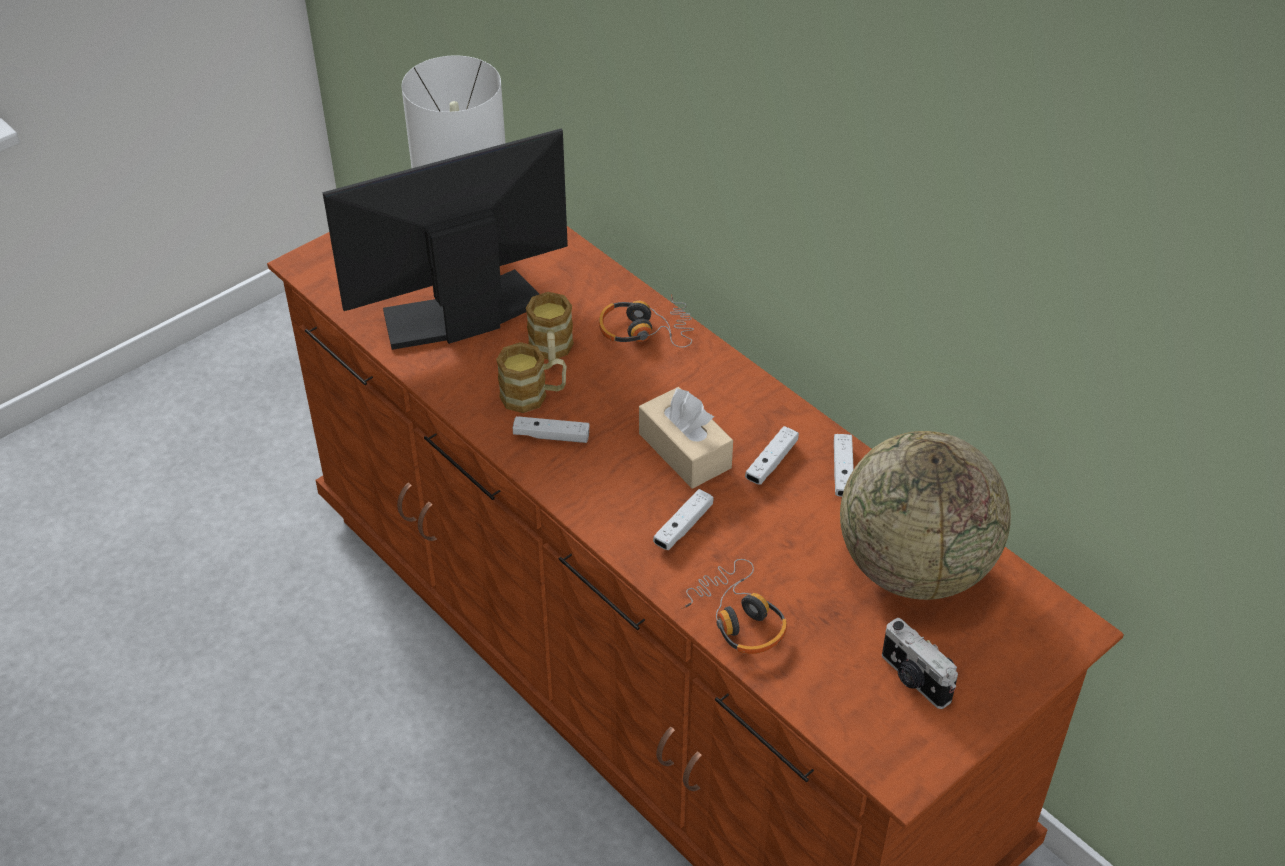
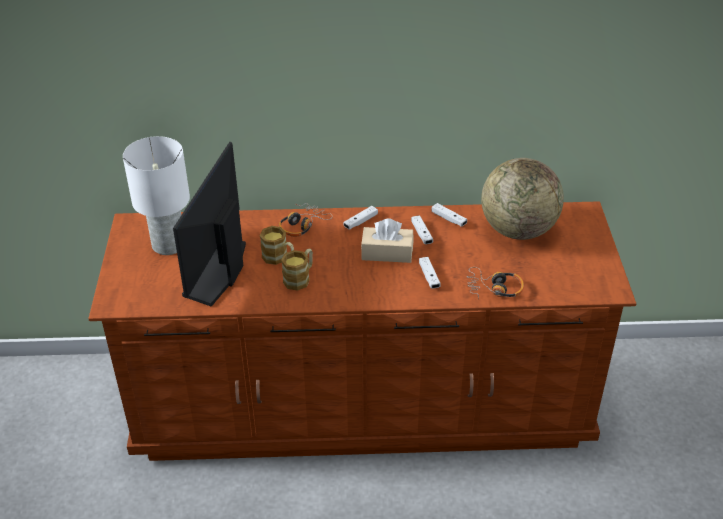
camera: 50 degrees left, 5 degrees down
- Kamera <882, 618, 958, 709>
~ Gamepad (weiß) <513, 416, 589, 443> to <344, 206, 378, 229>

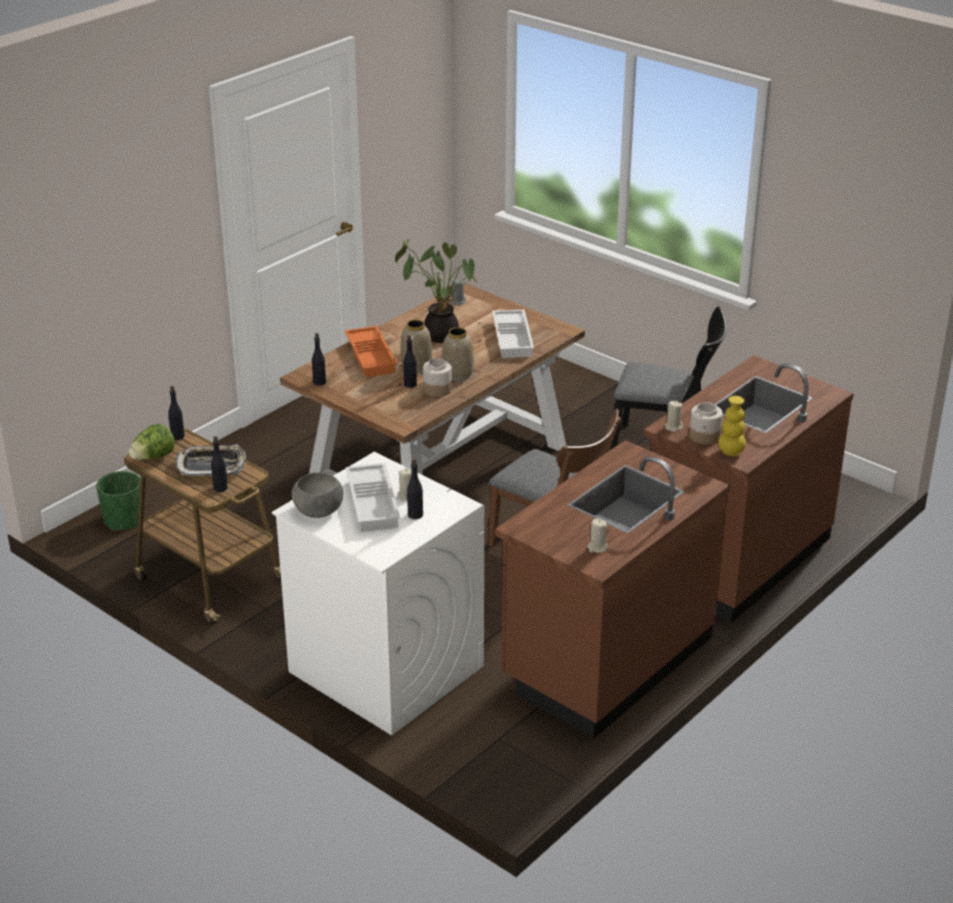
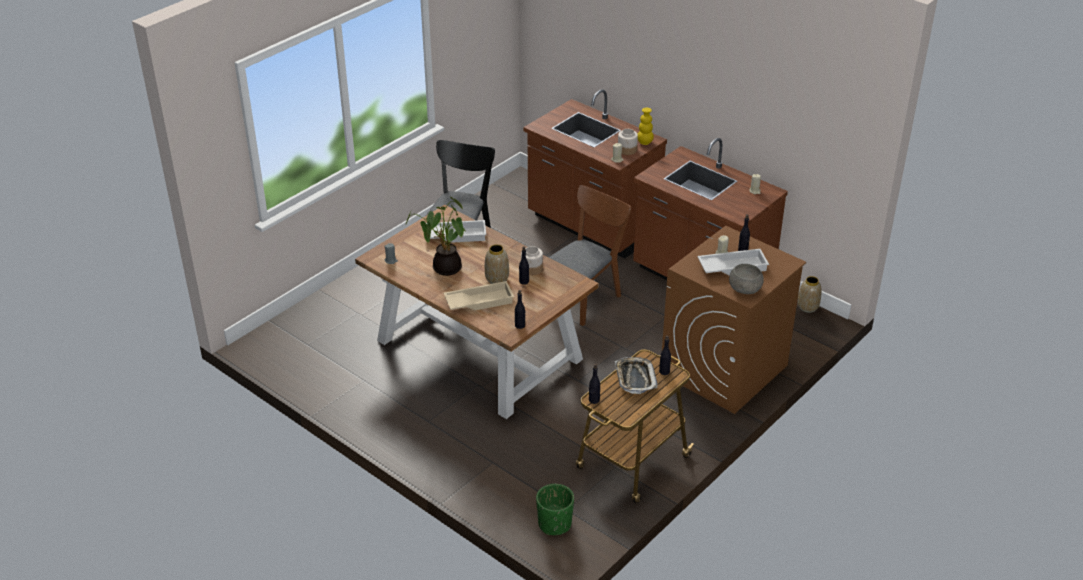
camera: 90 degrees left, 5 degrees up
- Salatkopf <128, 424, 175, 460>
~ Vase <442, 327, 474, 381> to <798, 276, 822, 313>
~ Waschmaschine (weiß) <272, 452, 484, 735> to Waschmaschine (braun) <662, 226, 806, 414>
~ Tablett (orange) <345, 326, 397, 377> to Tablett (beige) <444, 281, 514, 311>

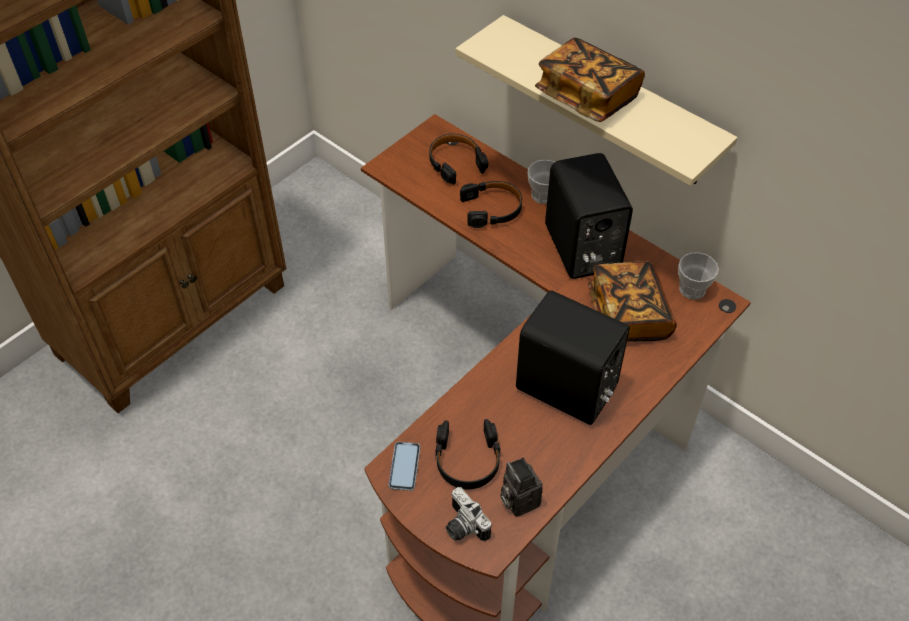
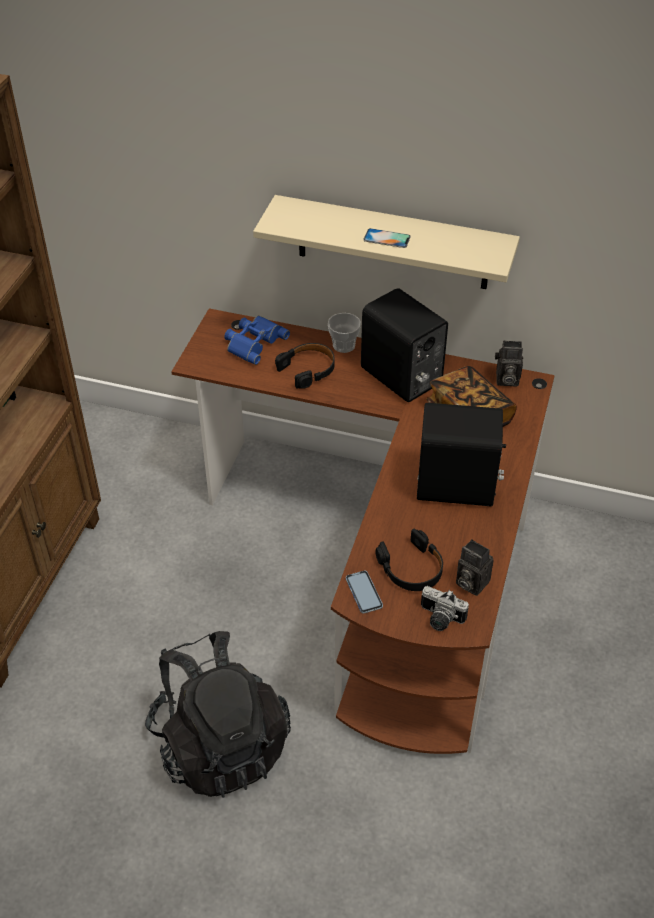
camera: 25 degrees left, 5 degrees down
+ Rucksack (schwarz) <145, 631, 291, 798>
~ Kopfhörer (schwarz) <429, 134, 488, 185> to Fernglas (blau) <224, 316, 290, 365>
~ Buch <535, 38, 645, 122> to Handy <363, 228, 411, 248>
~ Tasse <678, 252, 719, 300> to Kamera <495, 341, 523, 386>

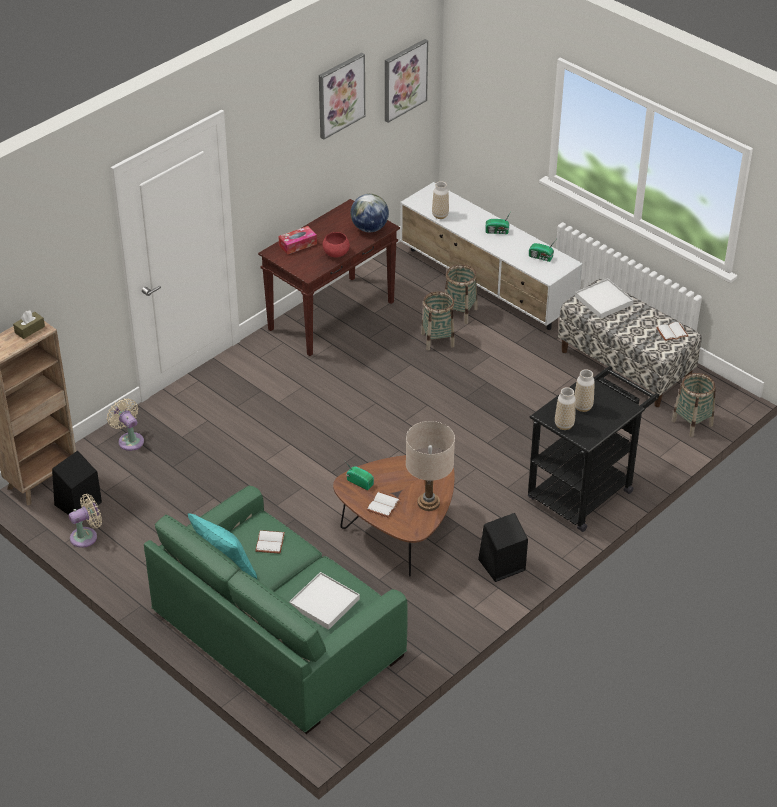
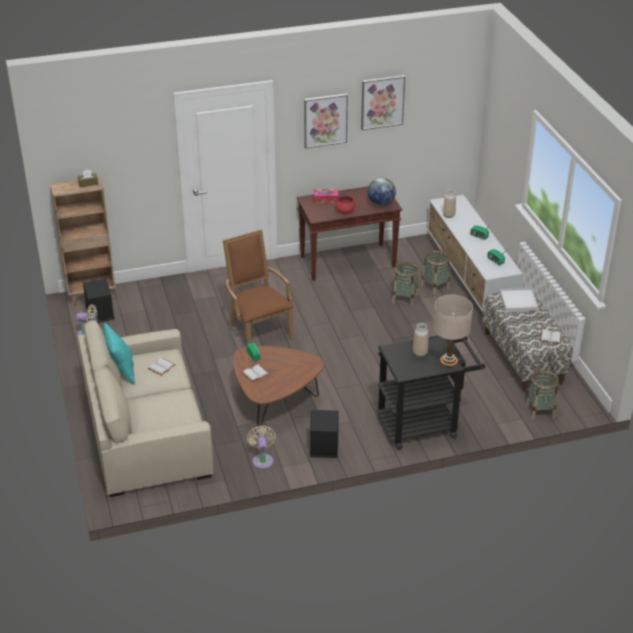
camera: 30 degrees right, 5 degrees down
- Tablett (weiß) <289, 572, 360, 630>
- Vase <555, 387, 576, 430>
+ Sessel (braun) <223, 230, 294, 344>
~ Ventilator (beige) <107, 398, 144, 451> to <247, 425, 276, 469>
~ Bild <385, 39, 428, 123> to <304, 93, 348, 149>
~ Tischlampe (beige) <406, 421, 455, 511> to <433, 294, 473, 368>
~ Sofa (grün) <144, 485, 407, 734> to Sofa (beige) <78, 320, 214, 497>

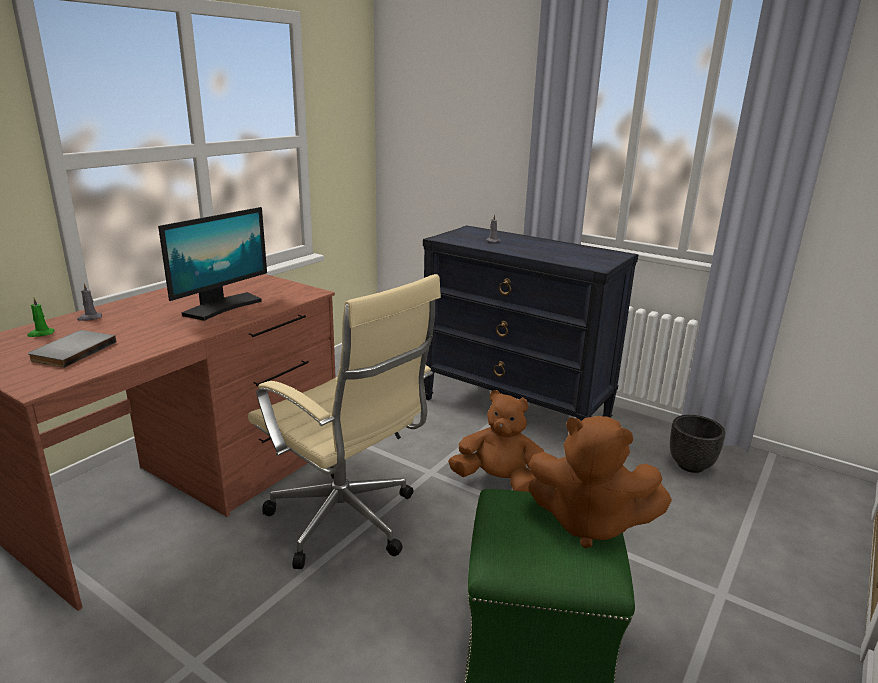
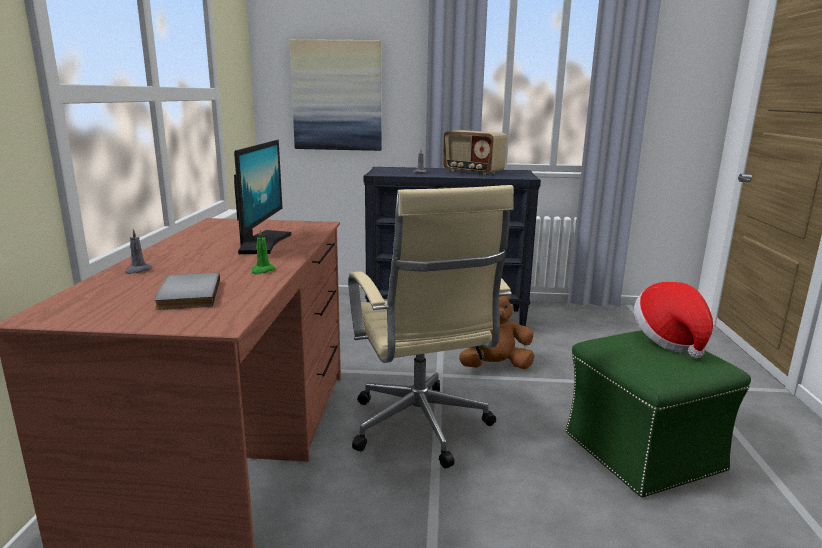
camera: 30 degrees left, 5 degrees down
- Pflanzkübel (schwarz) <670, 415, 725, 473>
+ Bild <290, 39, 382, 151>
+ Radio <443, 130, 507, 175>
~ Kerze (grün) <27, 298, 54, 337> to <251, 229, 276, 274>
~ Plüschtier (braun) <528, 416, 672, 548> to Hut <634, 282, 713, 358>
~ Bürostuhl (beige) <248, 274, 441, 569> = <348, 185, 514, 468> 60 degrees clockwise

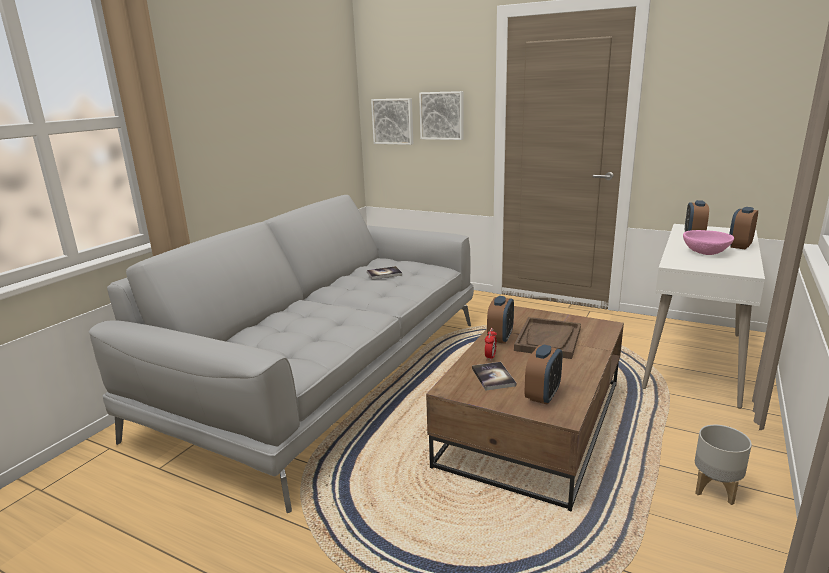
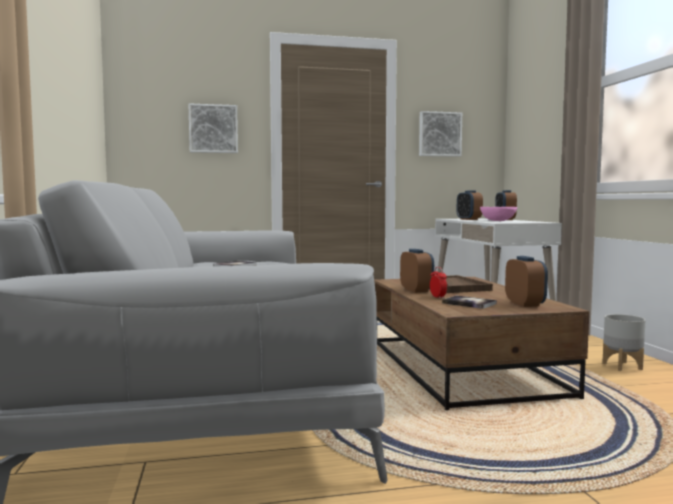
camera: 40 degrees left, 15 degrees down
~ Bild <371, 98, 413, 145> to <419, 111, 462, 157>

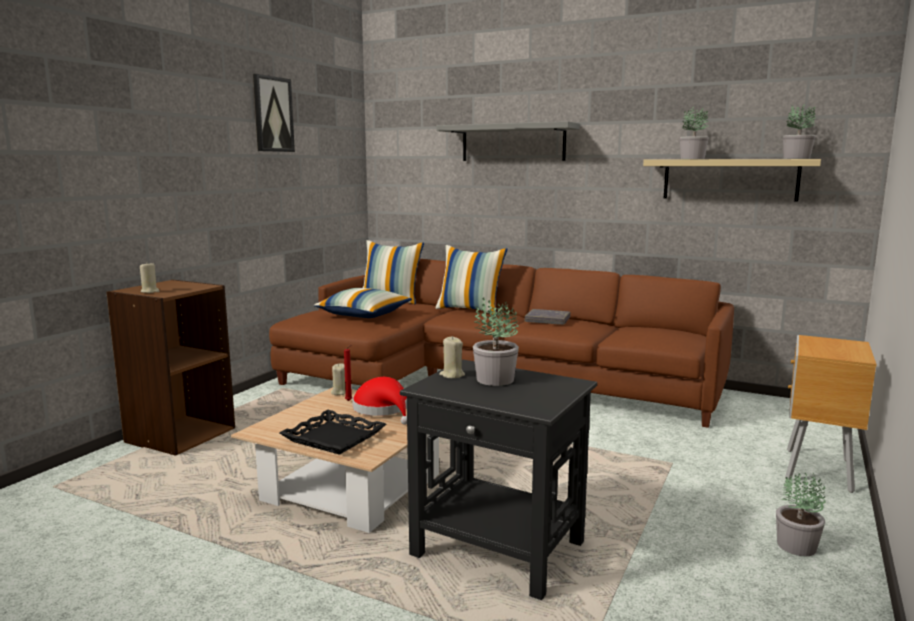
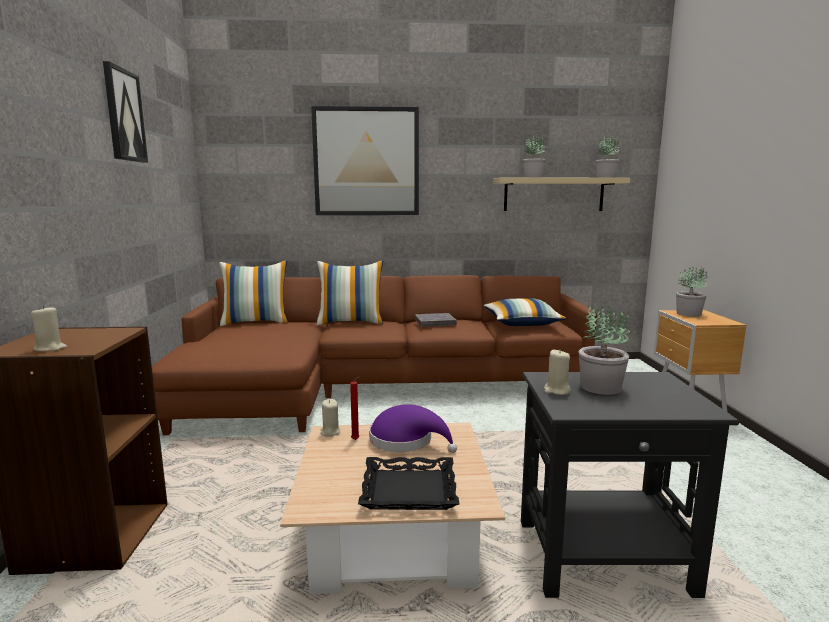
camera: 30 degrees left, 0 degrees up
~ Kissen <314, 288, 412, 318> to <484, 298, 567, 326>
~ Topfpflanze <776, 473, 826, 556> to <676, 267, 708, 317>
~ Wandregal (grau) <436, 121, 580, 161> to Bild <311, 106, 419, 215>
~ Hut (rot) <352, 377, 407, 425> to Hut (lila) <369, 404, 457, 453>

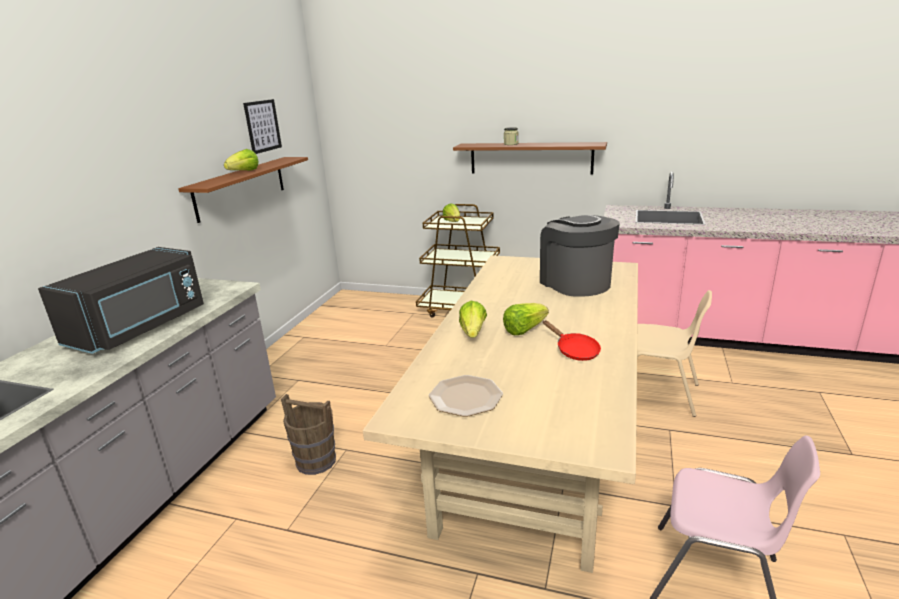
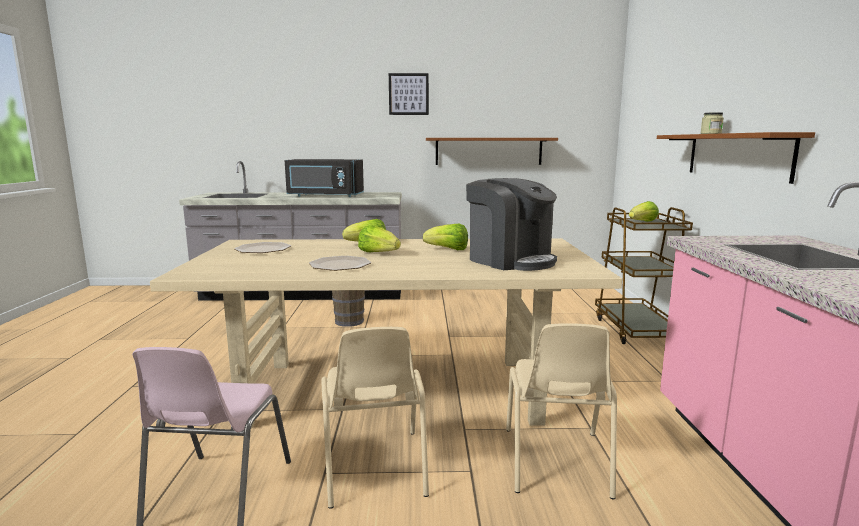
camera: 70 degrees right, 10 degrees down
+ Stuhl (beige) <321, 327, 429, 509>
~ Salatkopf <224, 149, 259, 171> to <423, 224, 468, 250>
~ Bild <243, 99, 282, 154> to <389, 73, 429, 115>
~ Pfanne (rot) <543, 320, 601, 361> to Teller <309, 256, 371, 271>
~ Kaffeemaschine <540, 215, 620, 297> = <466, 178, 557, 271> 90 degrees clockwise

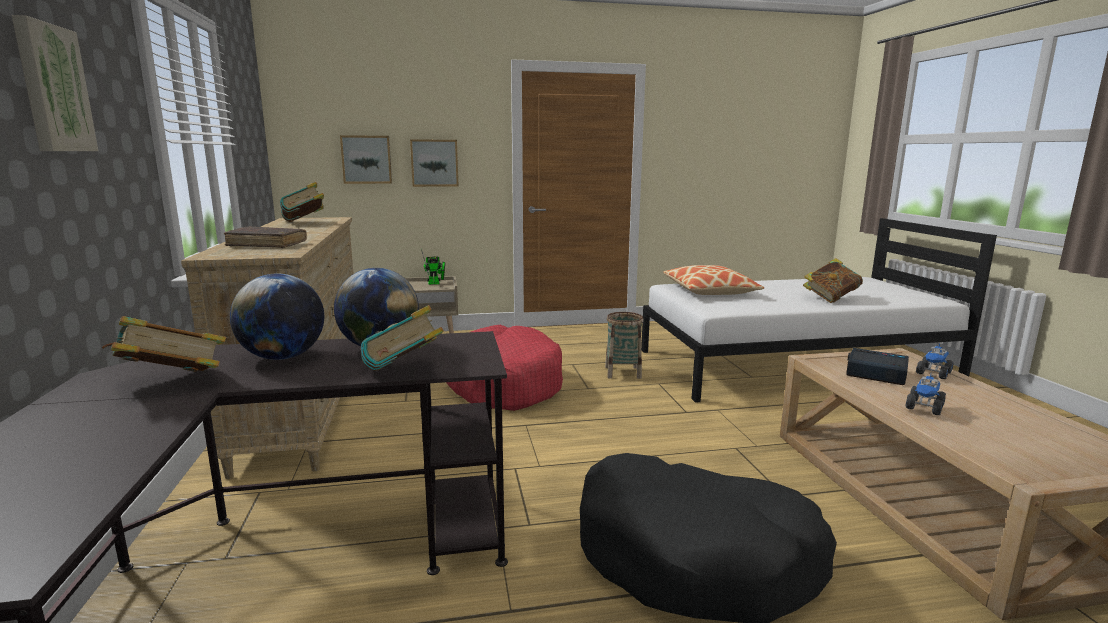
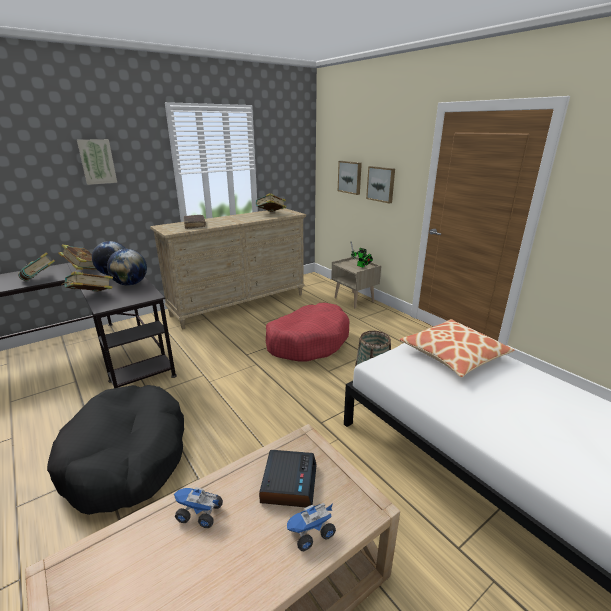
camera: 65 degrees right, 10 degrees up
~ Buch <803, 258, 863, 303> to <18, 252, 55, 281>
~ Spielzeuglaster <916, 343, 954, 379> = <287, 503, 336, 551> 45 degrees counterclockwise

